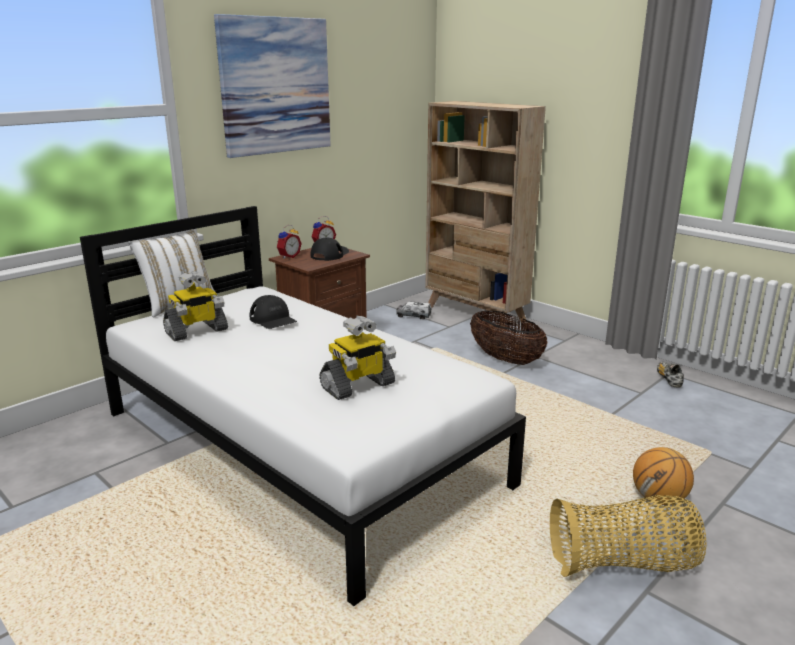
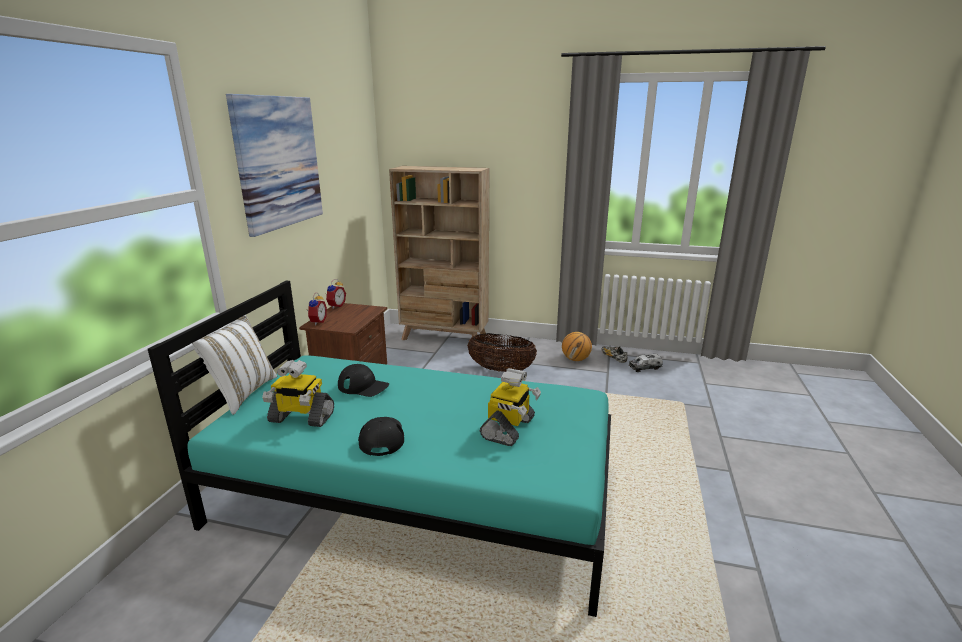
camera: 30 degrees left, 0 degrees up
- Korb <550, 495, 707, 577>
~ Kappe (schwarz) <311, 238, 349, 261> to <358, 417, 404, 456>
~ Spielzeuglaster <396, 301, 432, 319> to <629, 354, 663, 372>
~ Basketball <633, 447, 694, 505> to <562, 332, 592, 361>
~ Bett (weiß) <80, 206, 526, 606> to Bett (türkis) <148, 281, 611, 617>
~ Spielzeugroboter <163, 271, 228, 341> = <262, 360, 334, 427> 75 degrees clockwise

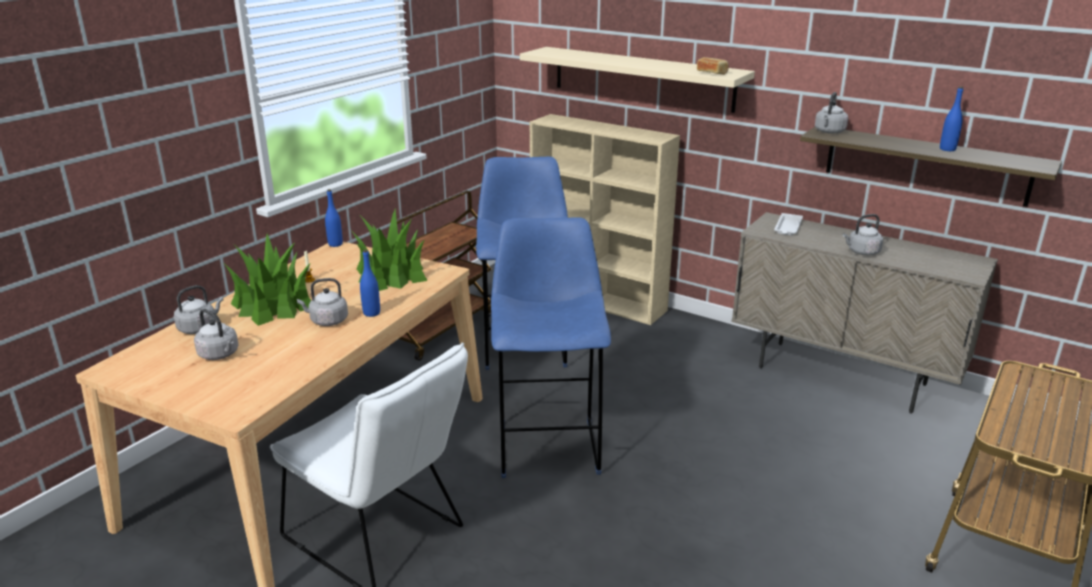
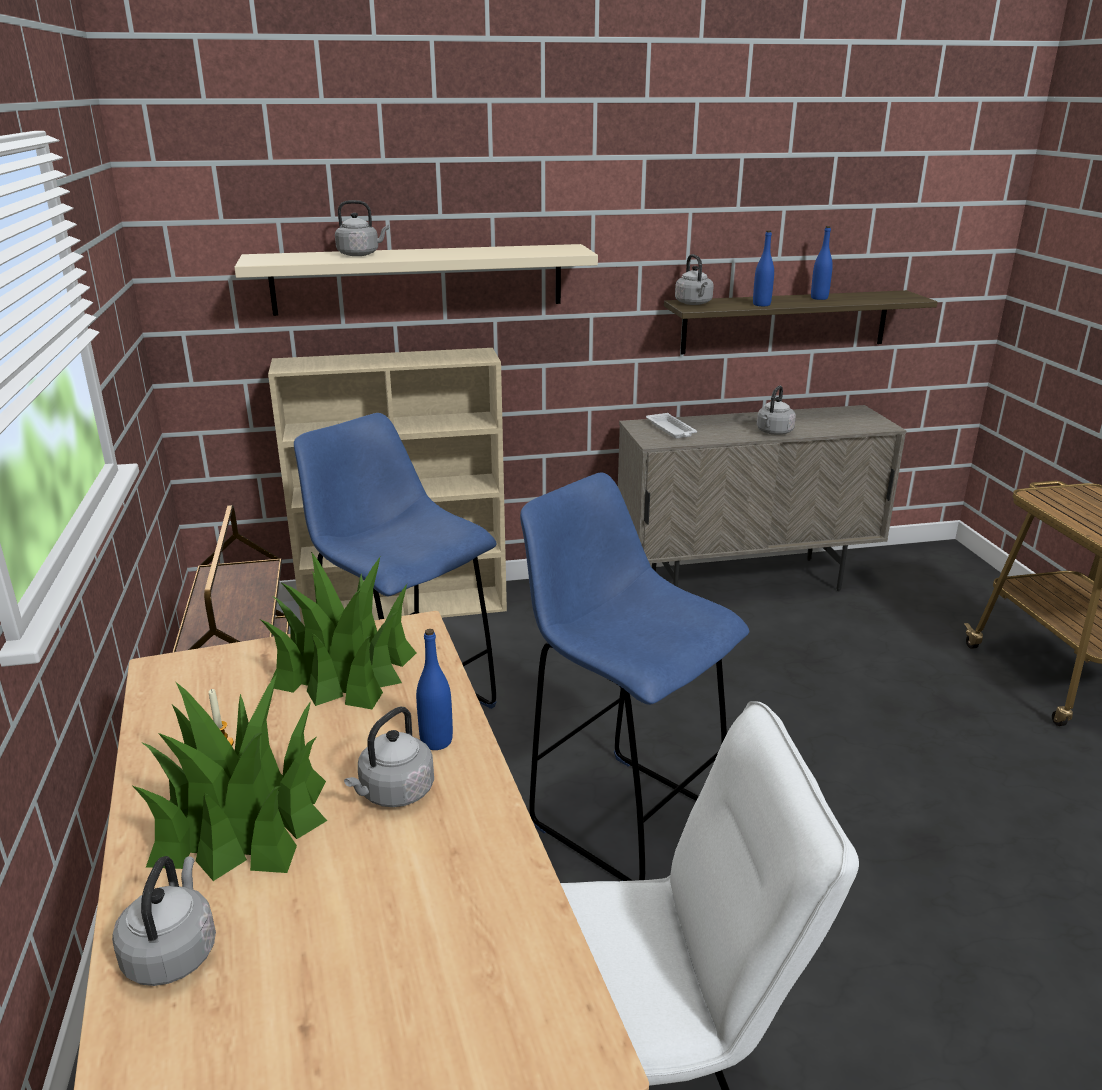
camera: 45 degrees left, 0 degrees up
- Brot <697, 57, 729, 75>
~ Wasserkessel (grau) <194, 309, 239, 360> to <335, 200, 389, 256>
~ Flasche (blau) <325, 189, 343, 247> to <753, 230, 774, 306>

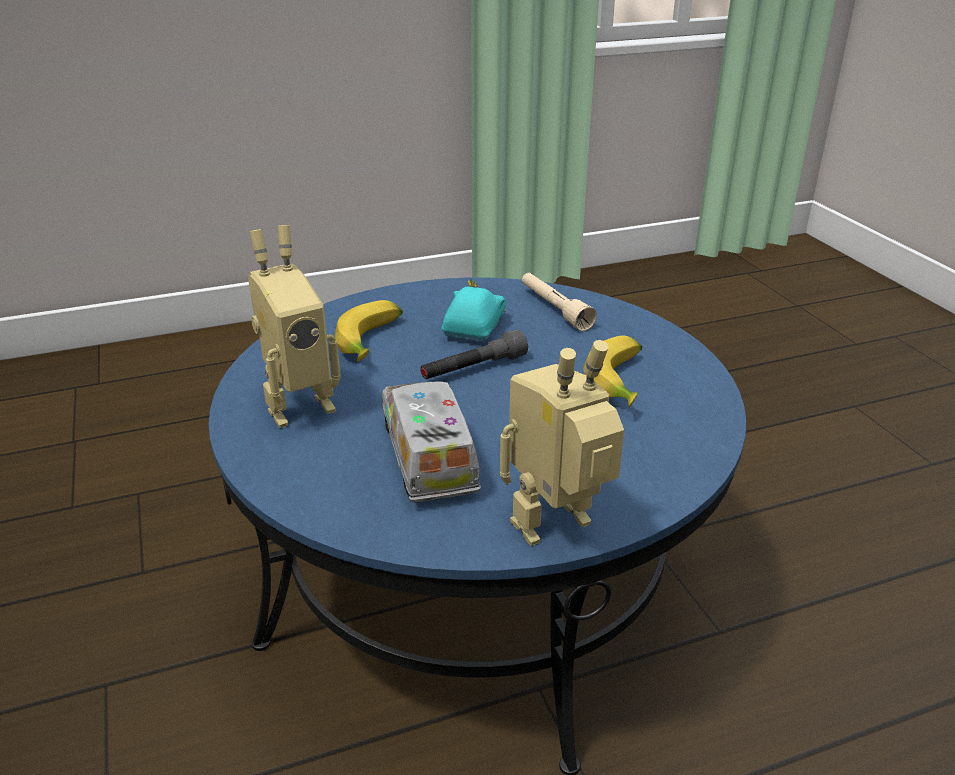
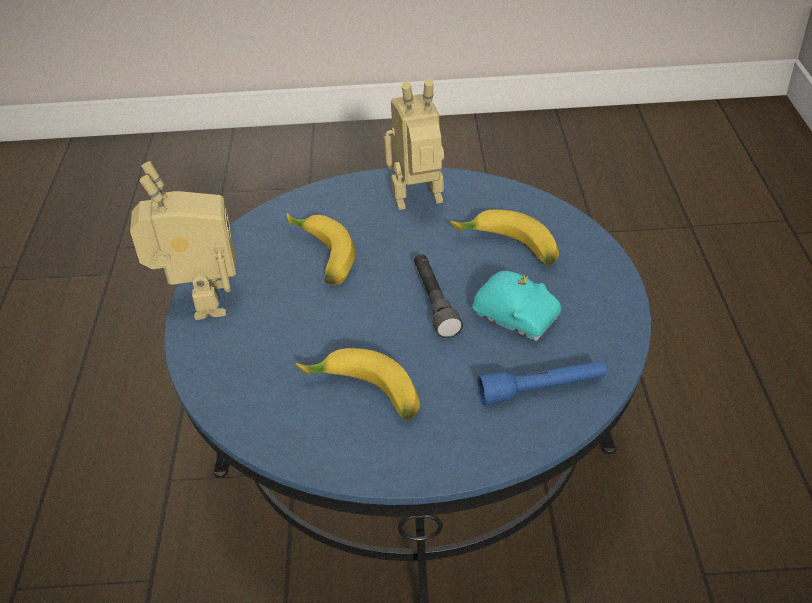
camera: 110 degrees right, 10 degrees up
~ Spielzeuglaster <382, 381, 481, 503> to Banane <287, 213, 355, 285>
~ Taschenlampe (beige) <522, 273, 597, 331> to Taschenlampe (blau) <478, 361, 606, 405>
~ Spielzeugroboter <248, 225, 341, 428> = <384, 79, 444, 210> 90 degrees clockwise

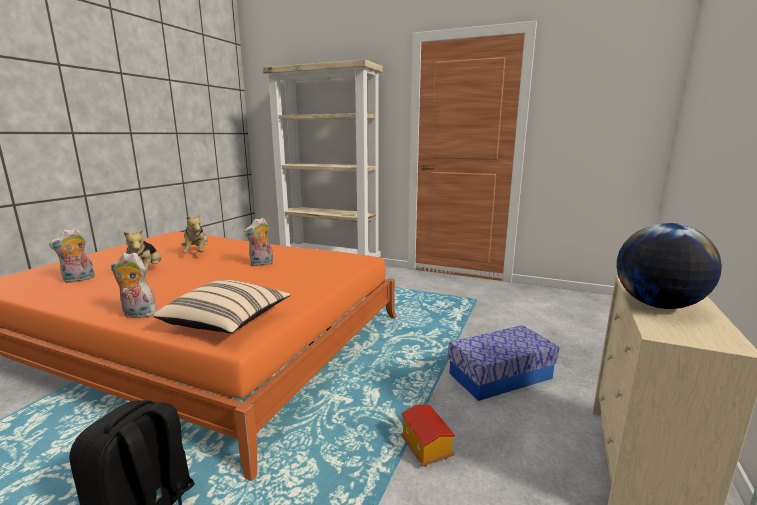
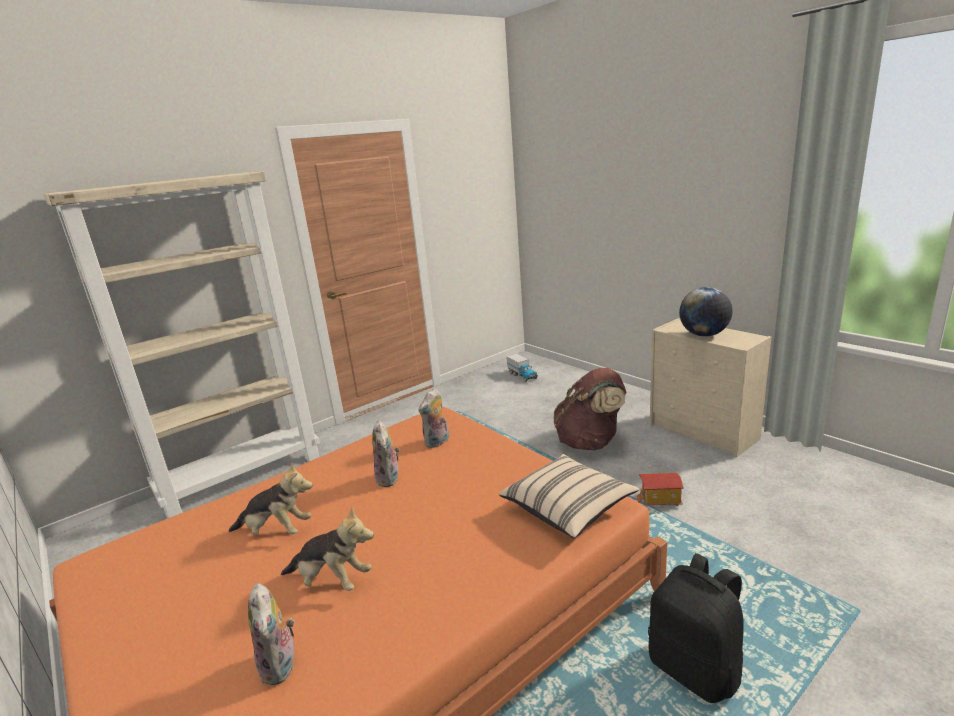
camera: 60 degrees left, 5 degrees up
+ Spielzeuglaster <507, 354, 538, 382>
~ Plüschtier <111, 253, 157, 318> to <419, 388, 449, 448>
~ Aufbewahrungsbox <448, 325, 559, 401> to Rucksack (braun) <554, 368, 626, 450>

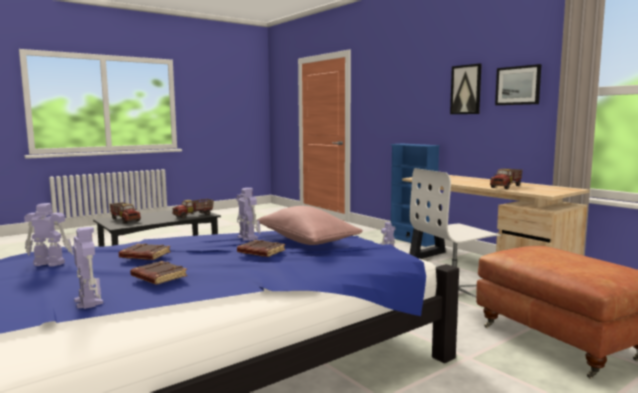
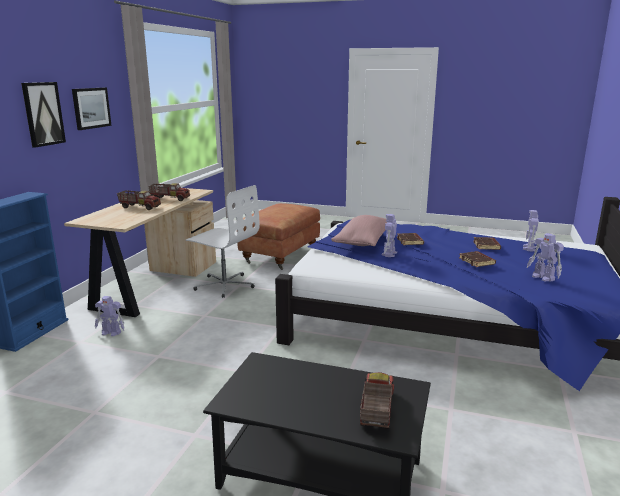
camera: 125 degrees left, 10 degrees up
~ Spielzeuglaster <172, 199, 214, 219> to <117, 190, 161, 210>

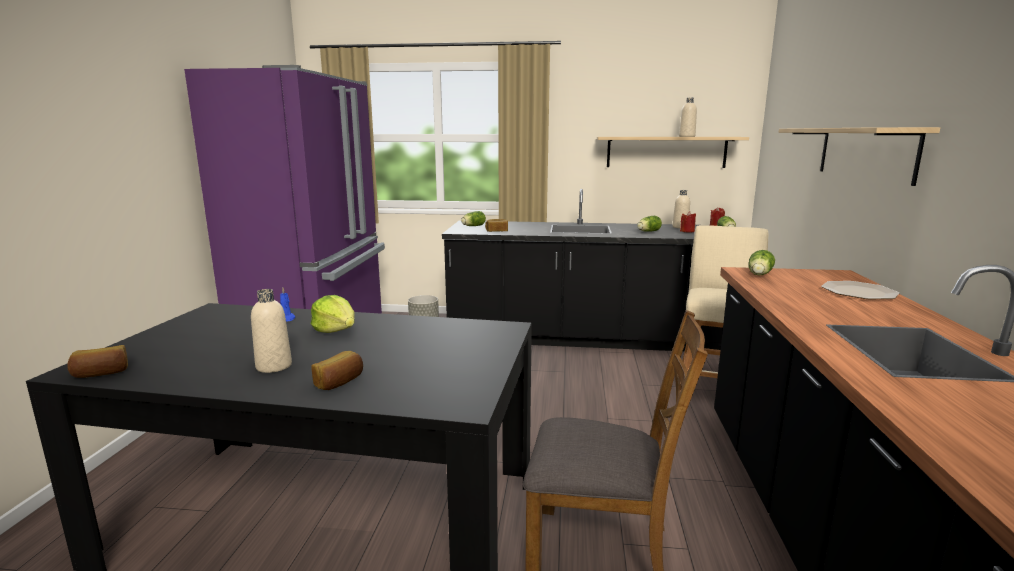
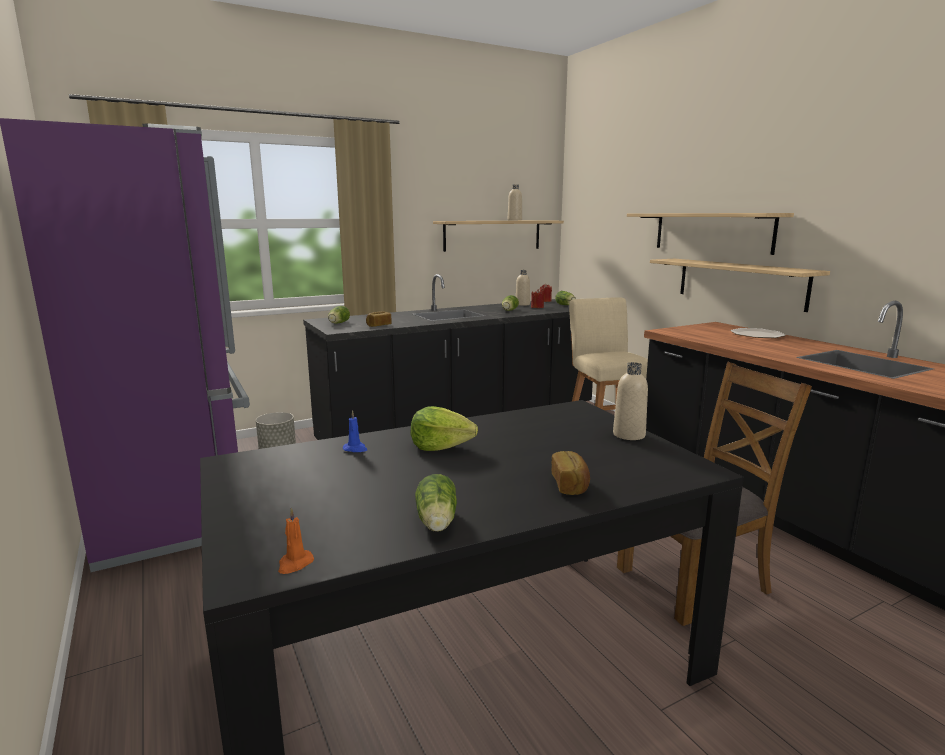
camera: 35 degrees left, 0 degrees up
+ Wandregal <650, 259, 830, 312>
~ Flasche (beige) <251, 289, 292, 373> to <613, 362, 648, 440>
~ Salatkopf <748, 250, 775, 275> to <415, 474, 457, 532>
~ Brot <68, 345, 128, 378> to Kerze (orange) <278, 508, 314, 574>

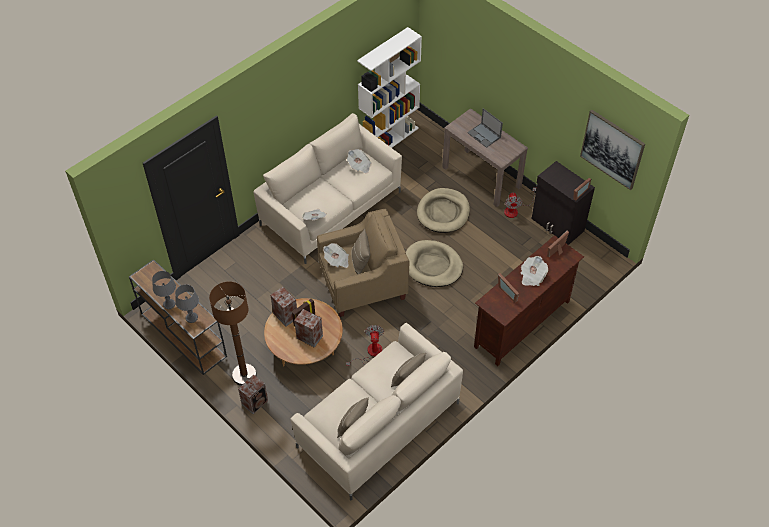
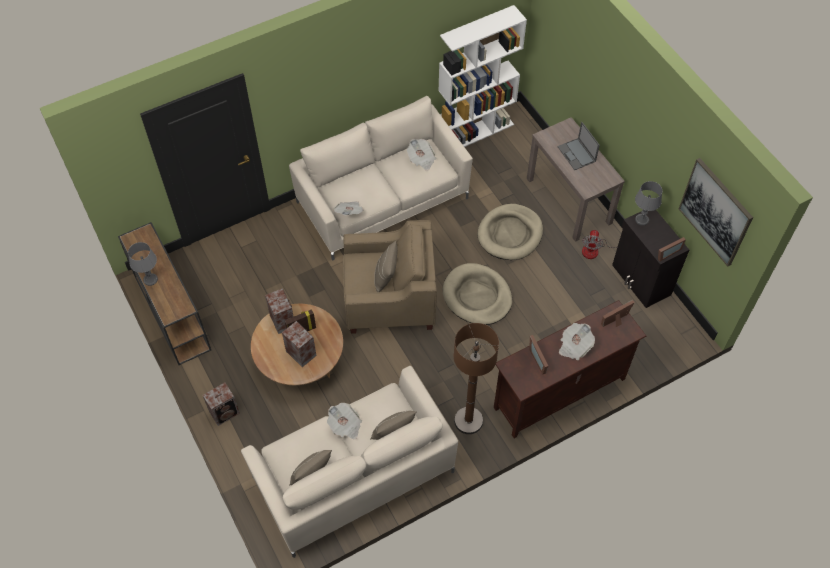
camera: 15 degrees right, 5 degrees up
- Ventilator <346, 325, 384, 367>
~ Tischlampe (grau) <175, 284, 199, 323> to <635, 181, 662, 226>
~ Stehlampe (braun) <209, 282, 257, 386> to <454, 323, 499, 434>
~ Zeitung <323, 243, 349, 268> to <327, 403, 362, 440>

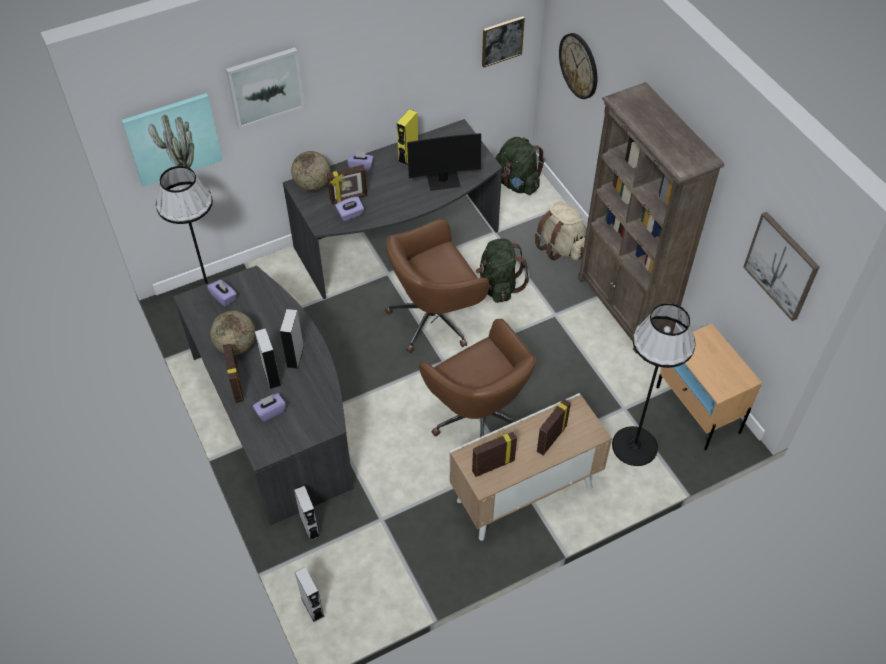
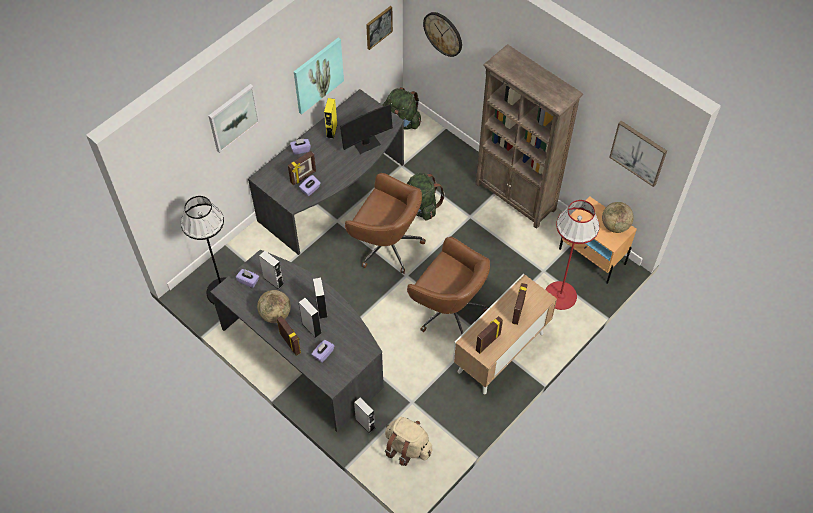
camera: 20 degrees left, 5 degrees up
~ Bild <122, 93, 223, 187> to <294, 38, 344, 115>
~ Globus <291, 151, 331, 191> to <602, 202, 634, 233>
~ Lautsprecher (grau) <295, 567, 325, 622> to <259, 250, 284, 290>
~ Rucksack (beige) <535, 201, 586, 261> to <385, 417, 432, 466>
~ Stehlampe (schwarz) <612, 303, 695, 466> to Stehlampe (rot) <545, 200, 600, 310>
~ Bürostuhl (braun) <385, 219, 489, 353> = <345, 173, 426, 274> 105 degrees counterclockwise

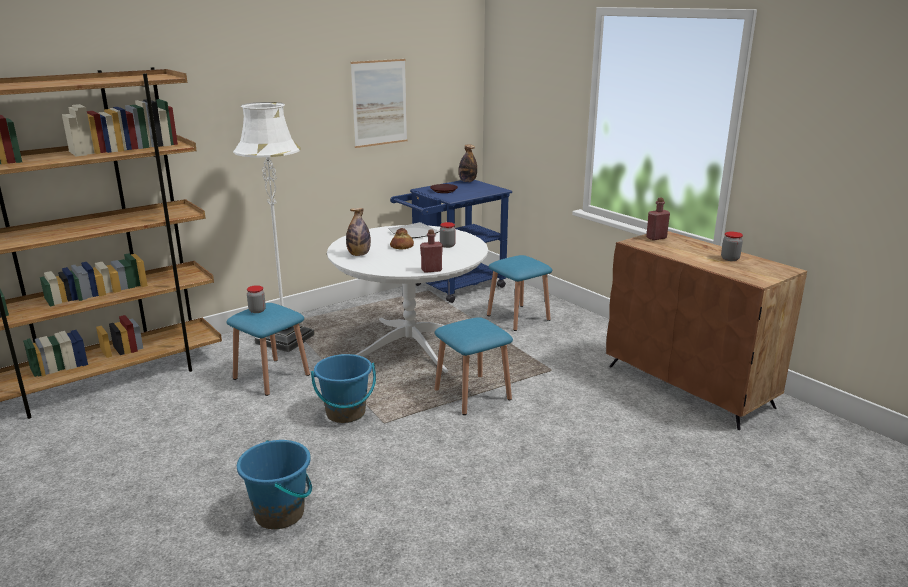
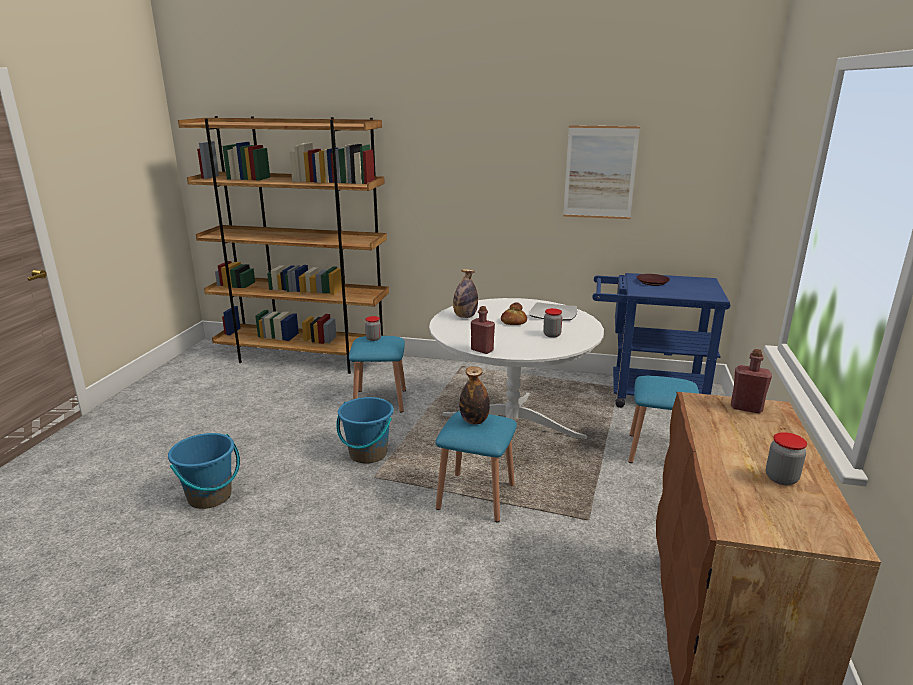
camera: 50 degrees right, 0 degrees up
- Stehlampe (weiß) <233, 102, 315, 352>
~ Flasche <459, 144, 477, 182> to <459, 366, 490, 425>

